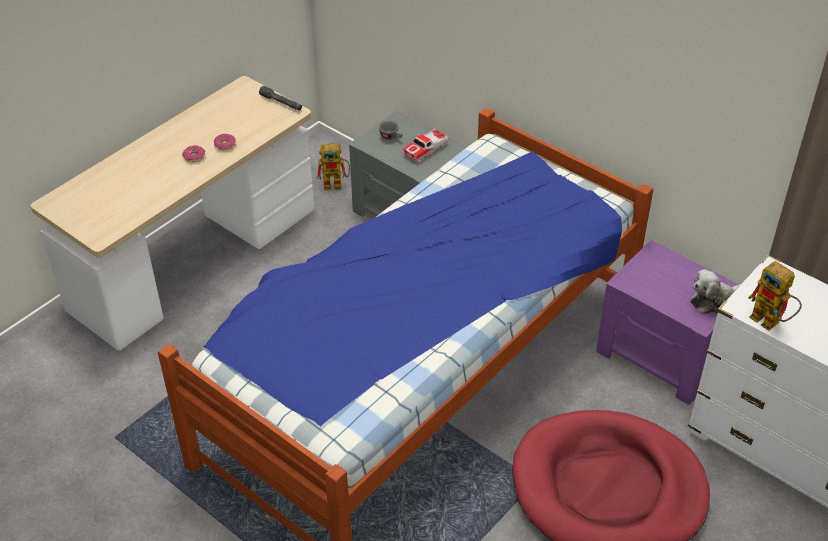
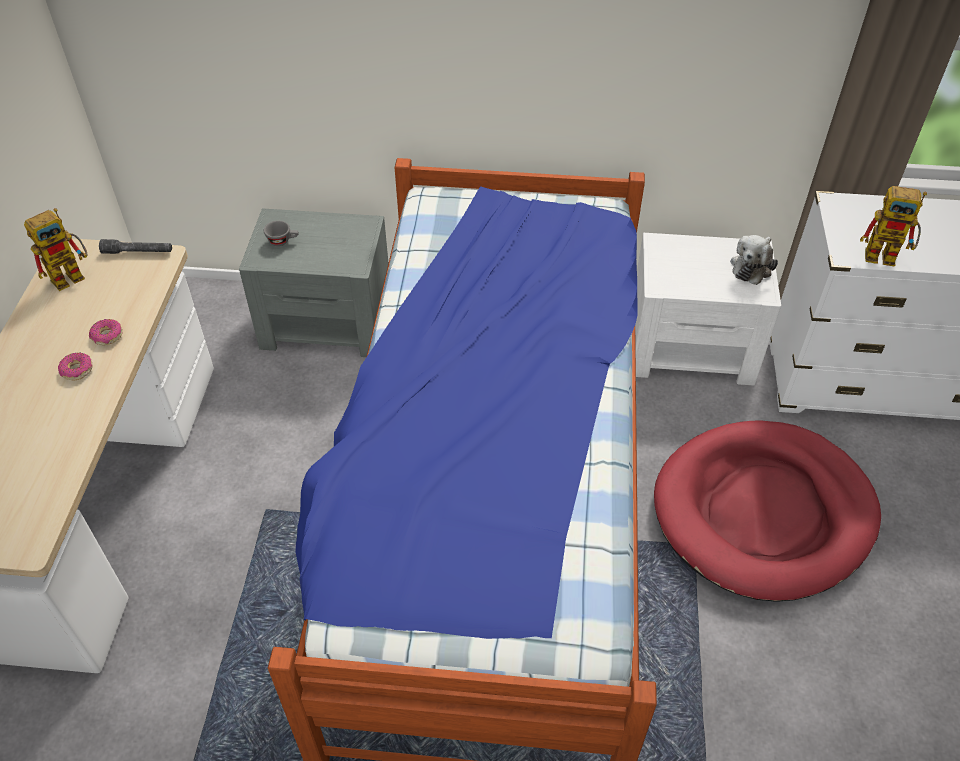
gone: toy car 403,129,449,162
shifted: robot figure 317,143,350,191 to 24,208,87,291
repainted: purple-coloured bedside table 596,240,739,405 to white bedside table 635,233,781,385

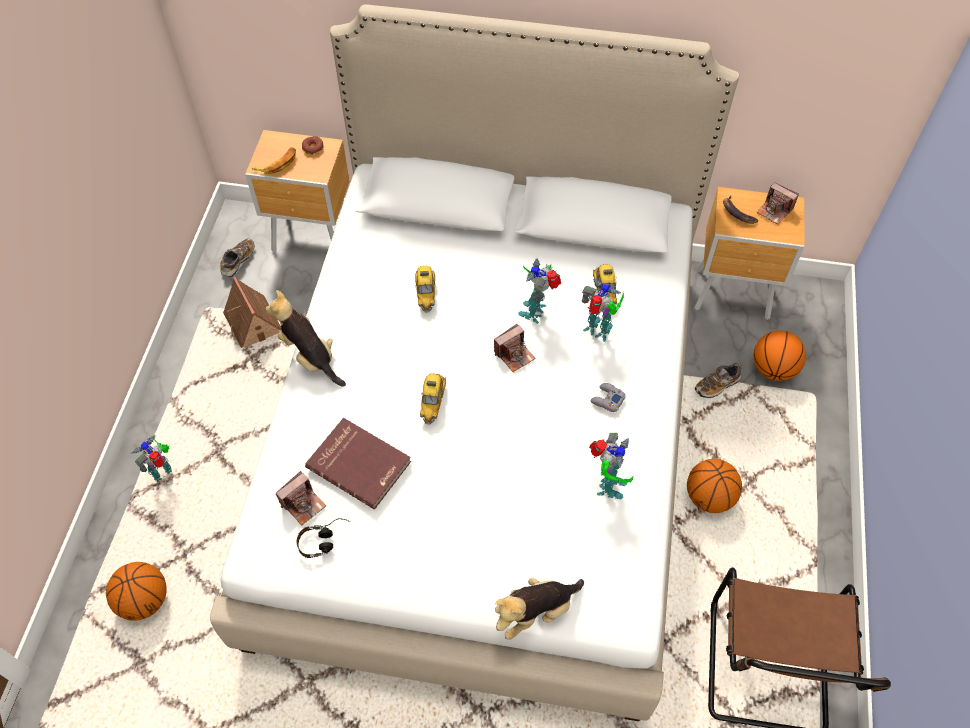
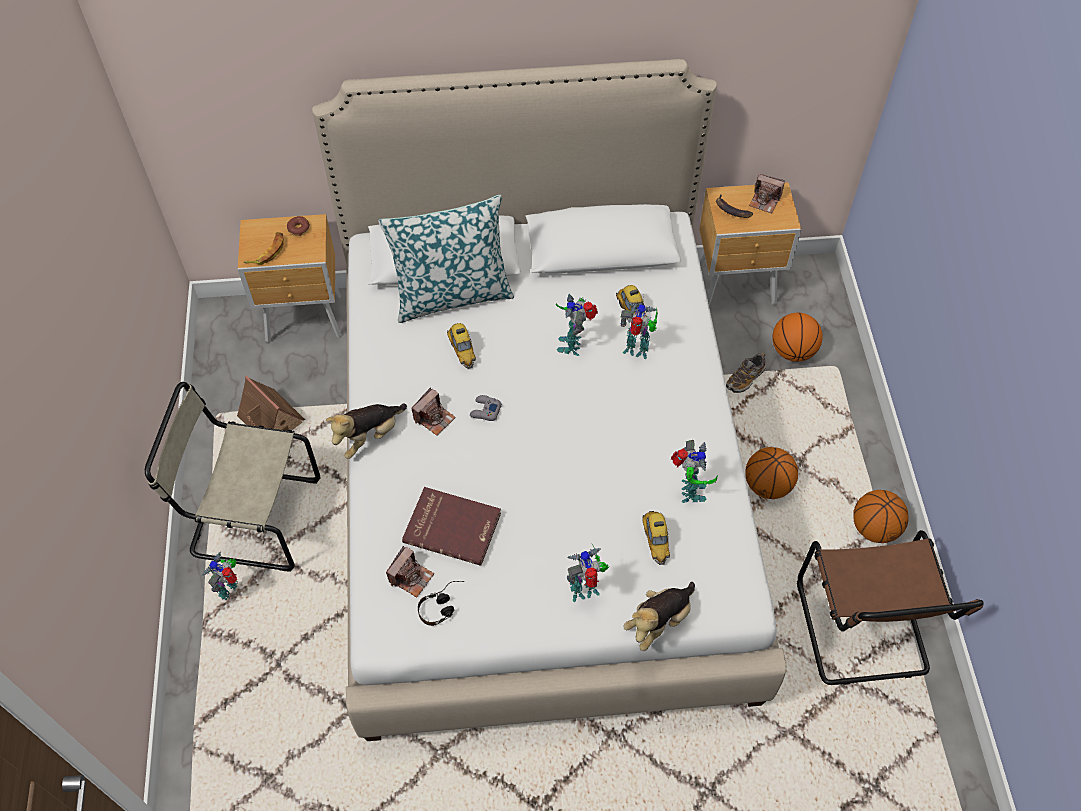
gone: shoe 220,238,255,277
new: beige-coloured plain chair 145,382,320,572; cushion 378,195,514,323; robot figure 567,544,609,602
shifted: photo camera 494,324,536,372 to 411,388,456,435; greyish game controller 591,383,626,412 to 470,395,502,421; toy car 420,374,446,425 to 642,511,670,565; basketball 106,562,167,621 to 853,490,908,543
rotated: plush toy 266,290,346,387 = 326,403,407,459 75 degrees counterclockwise

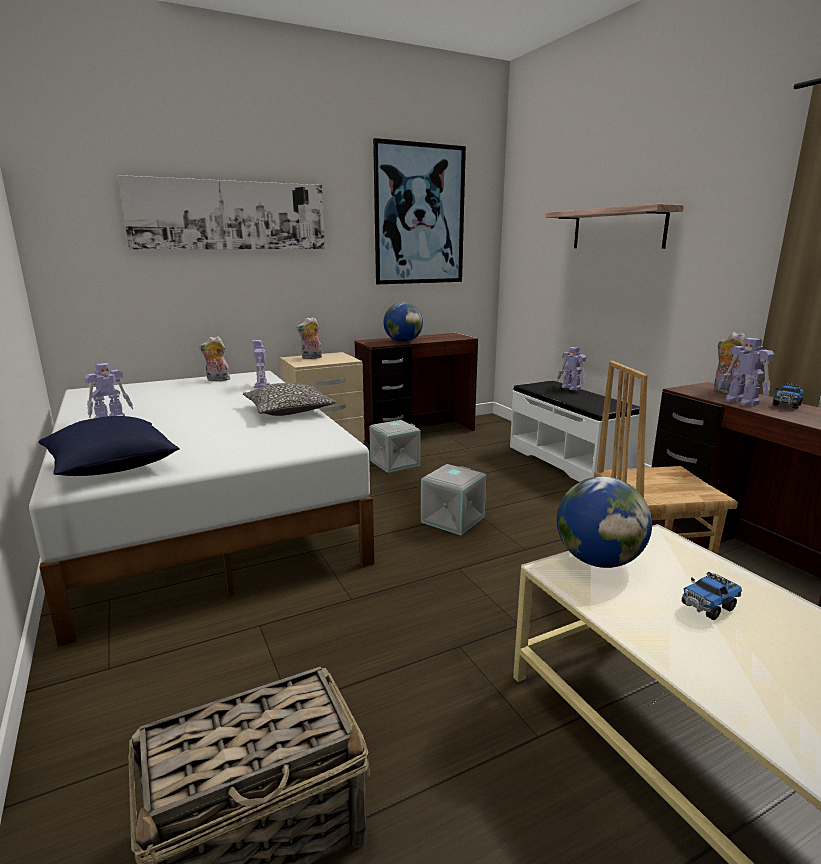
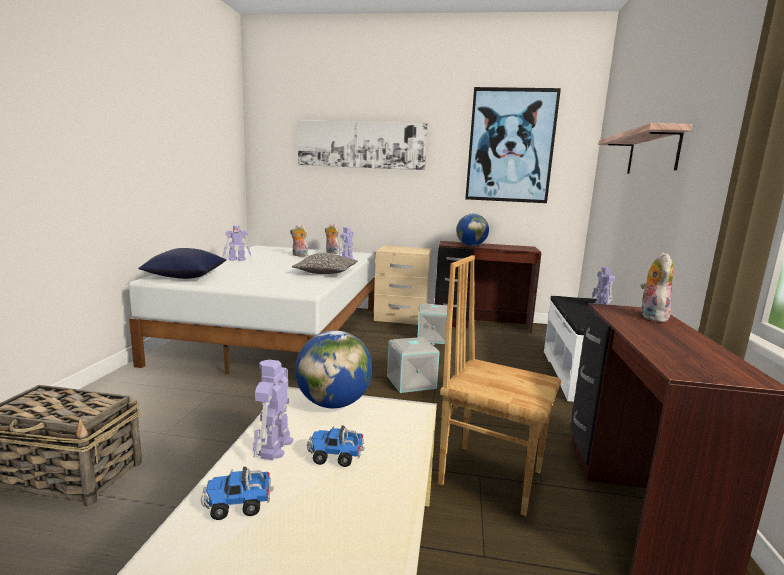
shifted: toy lorry 773,383,804,409 to 201,467,274,520; robot figure 718,338,774,406 to 253,360,293,460; plush toy 296,317,322,359 to 290,224,309,256

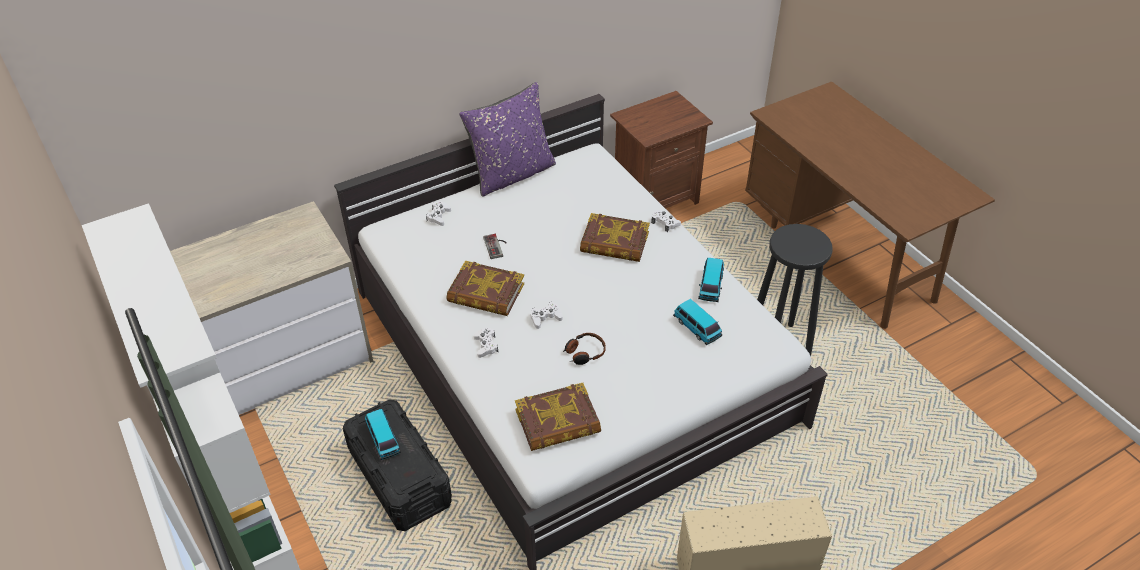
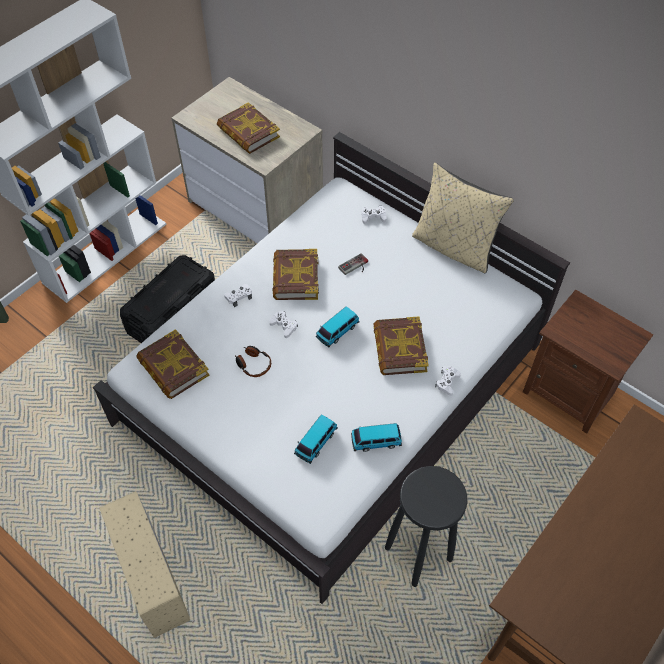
new: bound book 217,102,280,154
shifted: toy car 365,409,401,460 to 316,307,360,348
repainted: purple-coloured cushion 459,82,556,196 to beige-coloured cushion 412,163,514,274

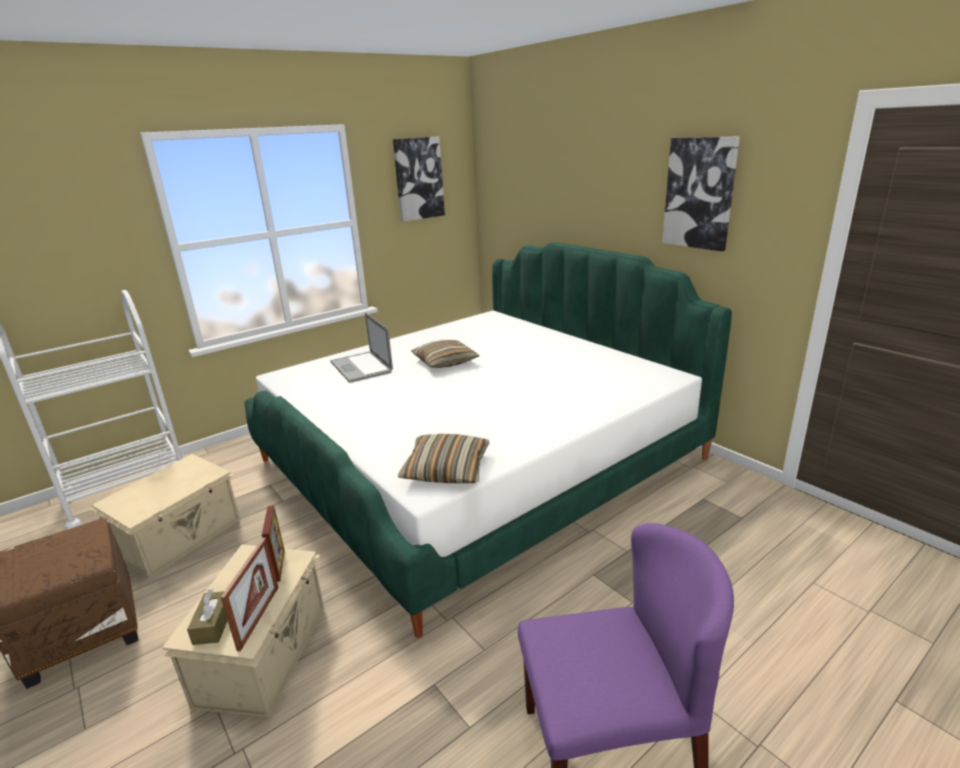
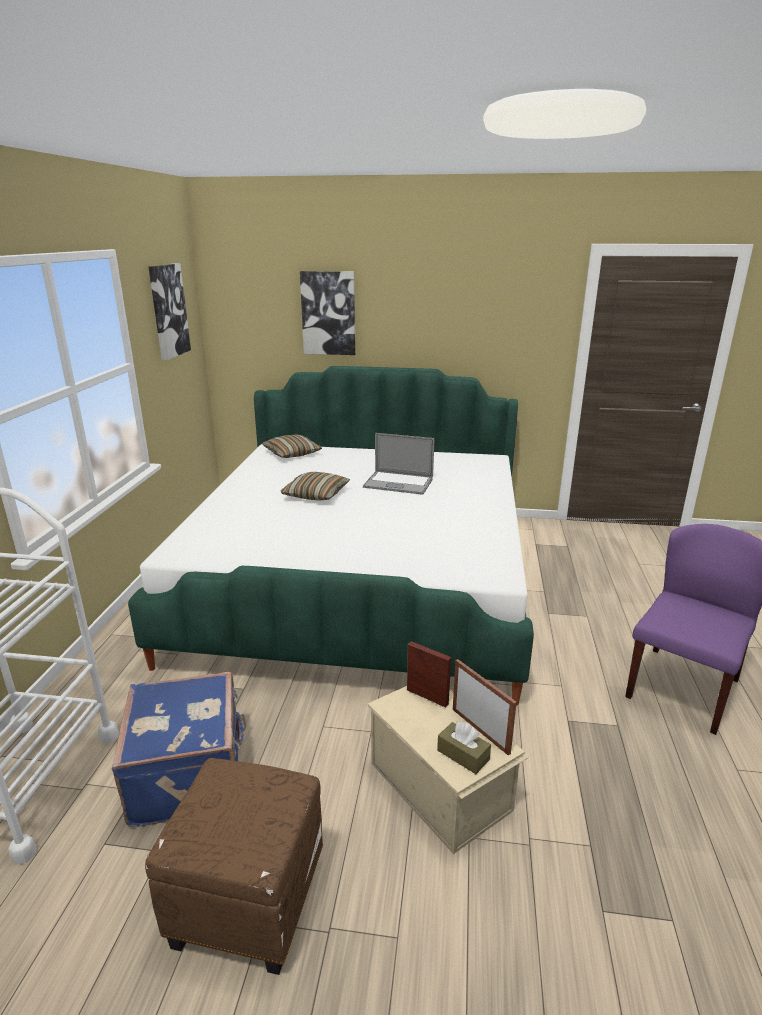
shifted: cushion 398,434,489,483 to 262,434,322,458; picture 662,136,740,251 to 300,271,355,355; laptop 330,313,393,383 to 363,433,434,495
swapped: beige-coloured storage bin 92,454,240,579 to blue-coloured piece of luggage 112,672,247,827

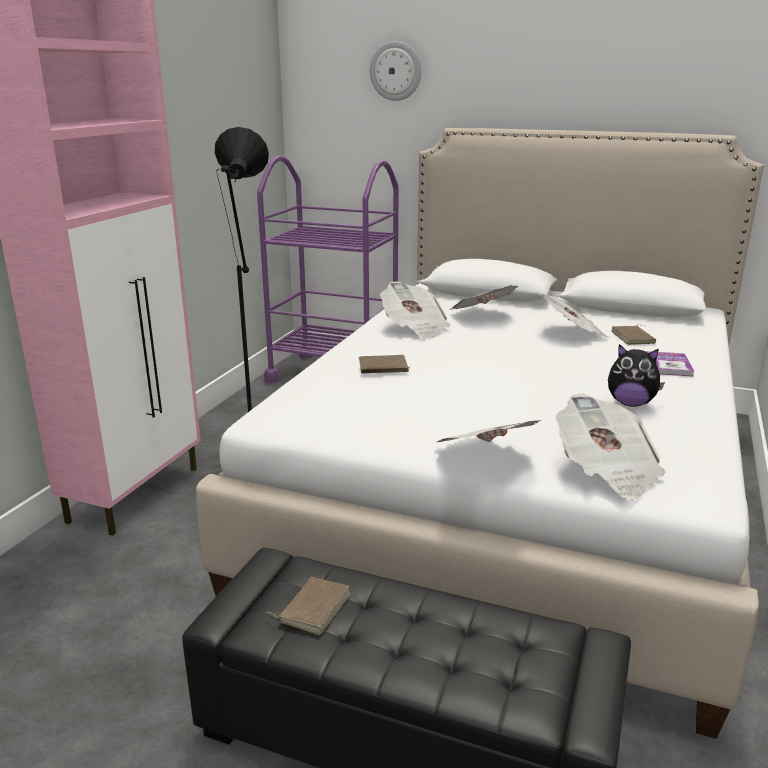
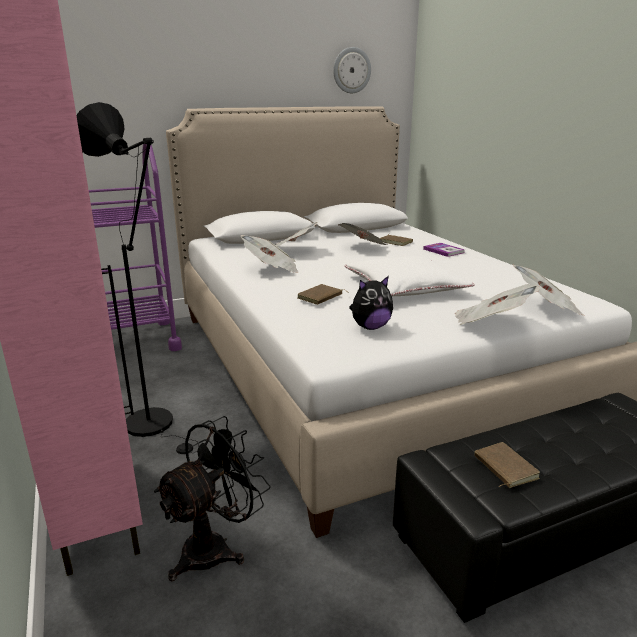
new: black cooling fan 154,416,271,582; white cushion 345,256,474,296
shifted: wall clock 370,41,422,101 to 333,47,371,93; plush toy 608,344,665,407 to 349,276,393,330

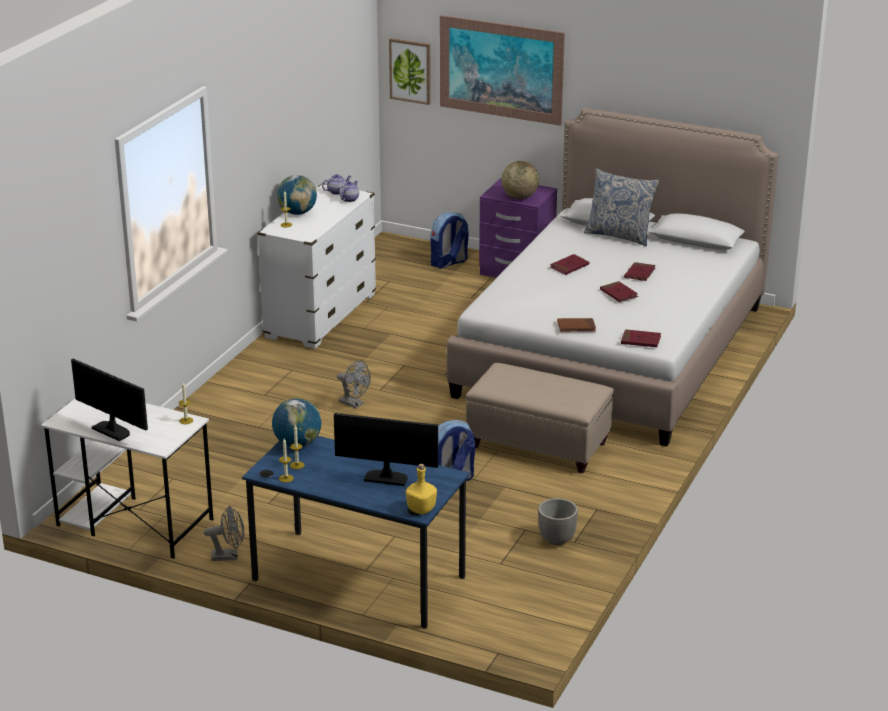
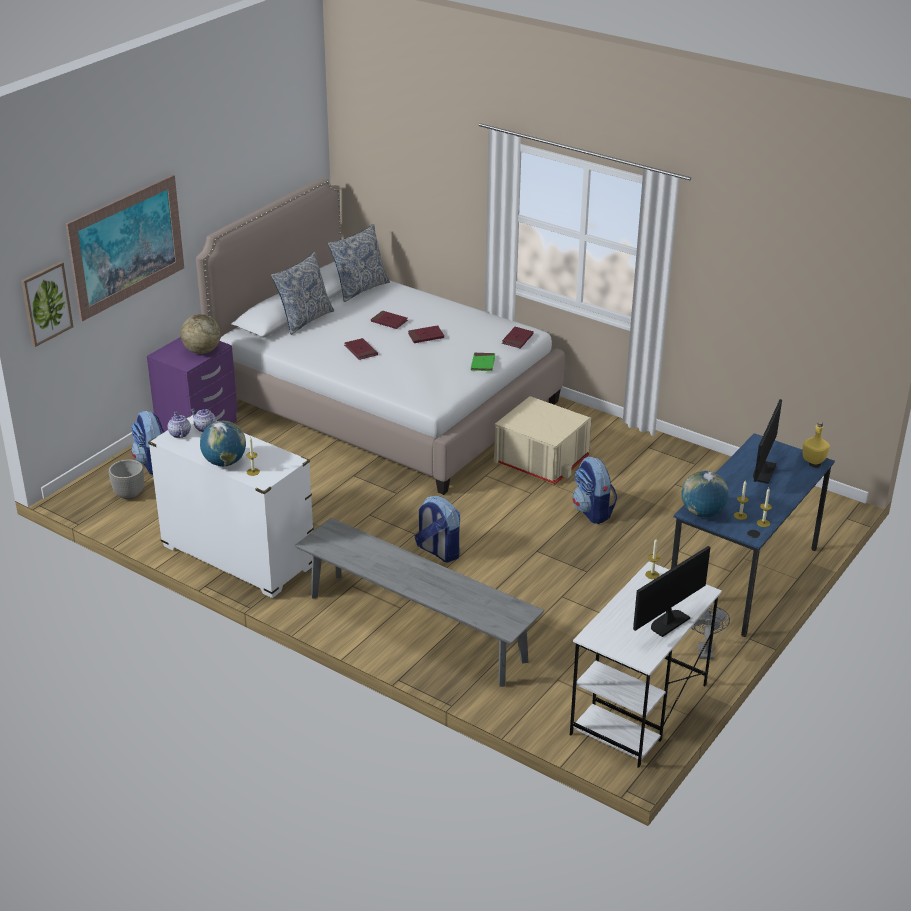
new: greyish bench 295,518,544,687; cushion 328,224,390,302
shifted: planter 538,498,578,545 to 109,459,144,499
swapped: greyish cooling fan 337,360,371,408 to knapsack 414,496,460,562; beige-coloured pouffe 466,363,614,473 to beige-coloured storage bin 494,396,591,484
repainted: brown bound book 557,318,596,332 to greenish bound book 471,353,495,371

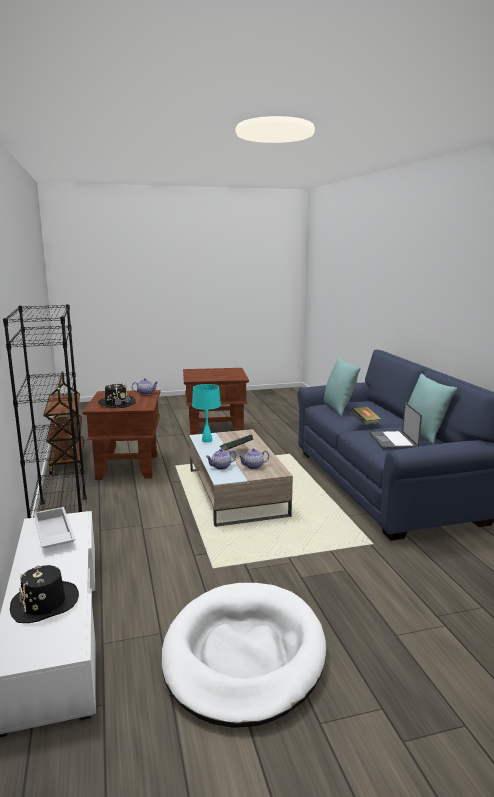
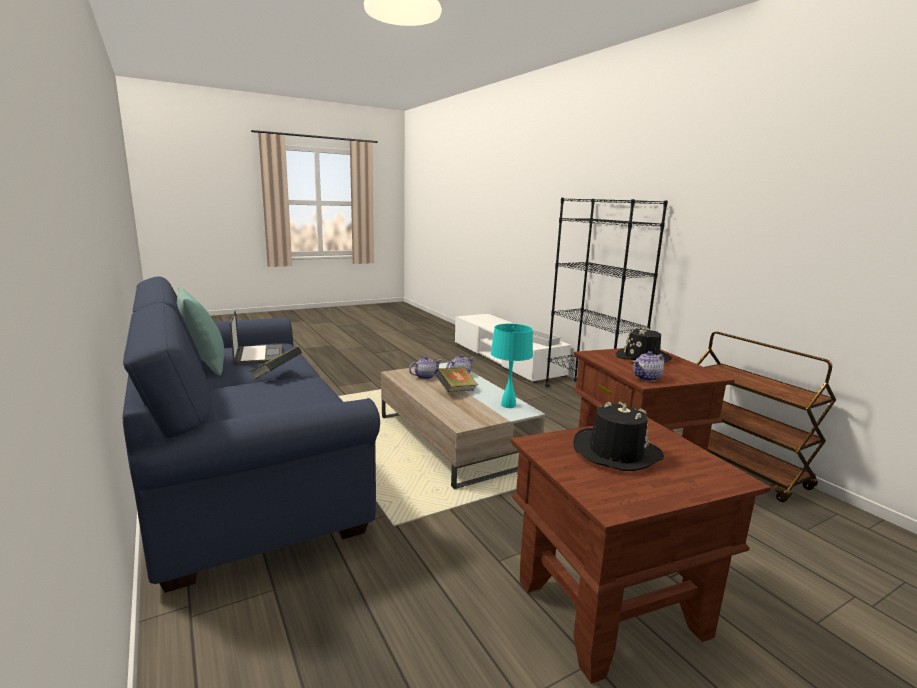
gone: white pet bed 161,583,326,728; turquoise-coloured cushion 324,357,361,416
shifted: black wearable hat 10,565,79,623 to 573,402,664,471

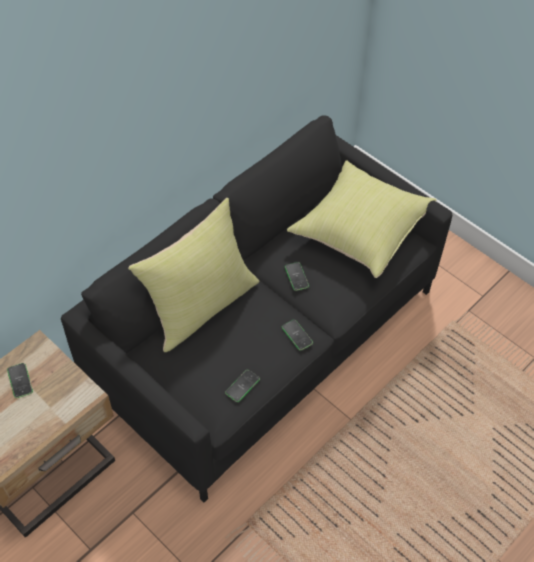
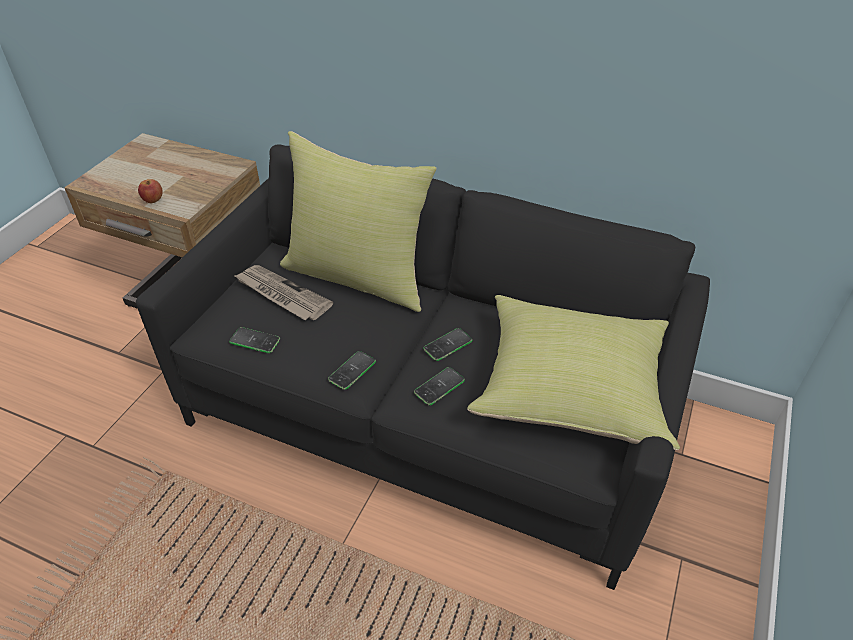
new: apple 138,179,163,203; newspaper 233,265,333,320
shifted: telephone 7,363,33,398 to 414,367,465,405

